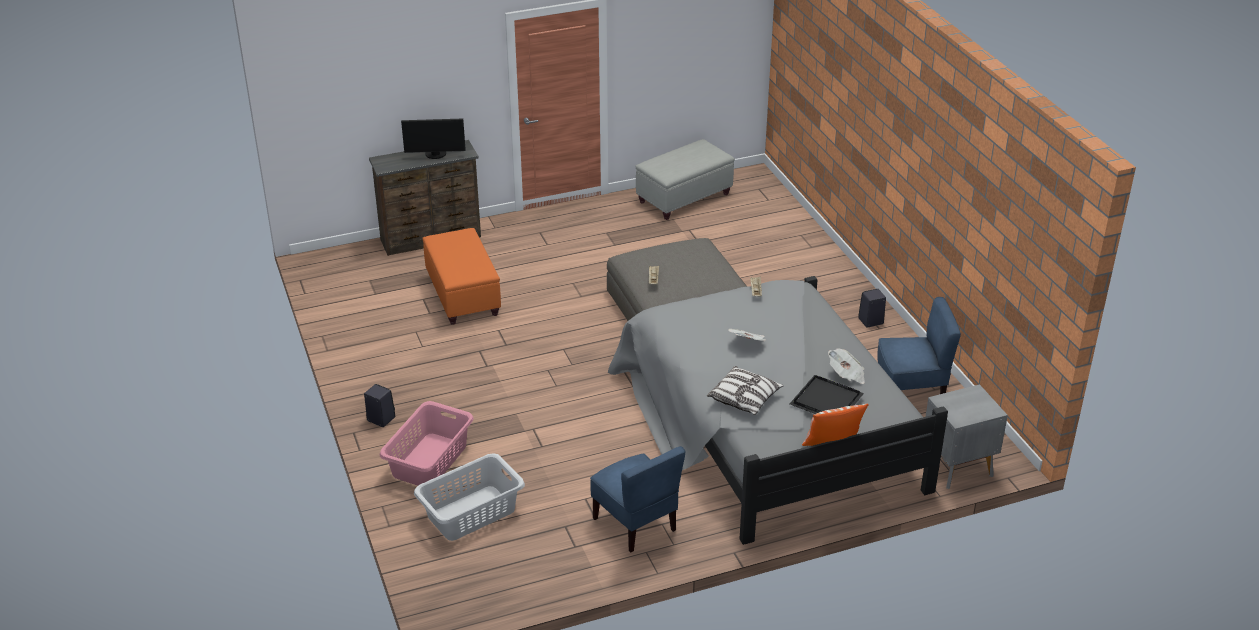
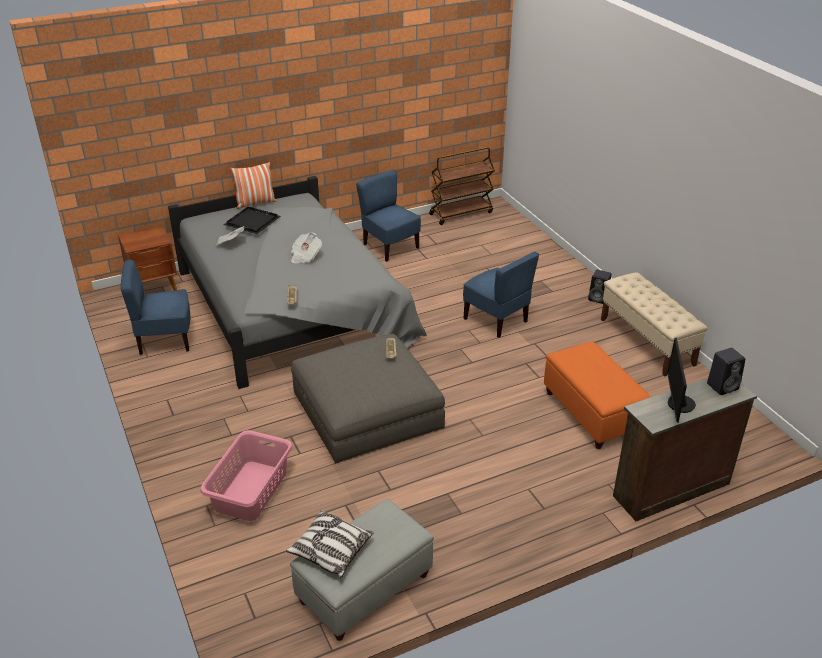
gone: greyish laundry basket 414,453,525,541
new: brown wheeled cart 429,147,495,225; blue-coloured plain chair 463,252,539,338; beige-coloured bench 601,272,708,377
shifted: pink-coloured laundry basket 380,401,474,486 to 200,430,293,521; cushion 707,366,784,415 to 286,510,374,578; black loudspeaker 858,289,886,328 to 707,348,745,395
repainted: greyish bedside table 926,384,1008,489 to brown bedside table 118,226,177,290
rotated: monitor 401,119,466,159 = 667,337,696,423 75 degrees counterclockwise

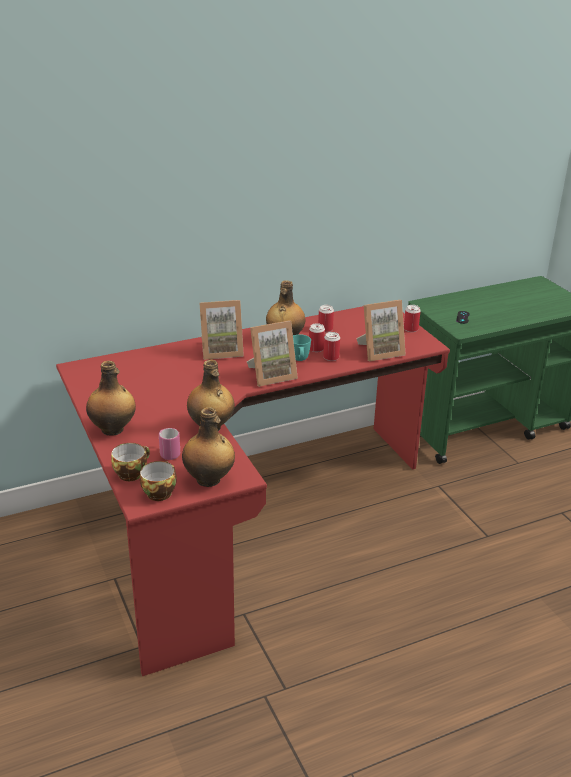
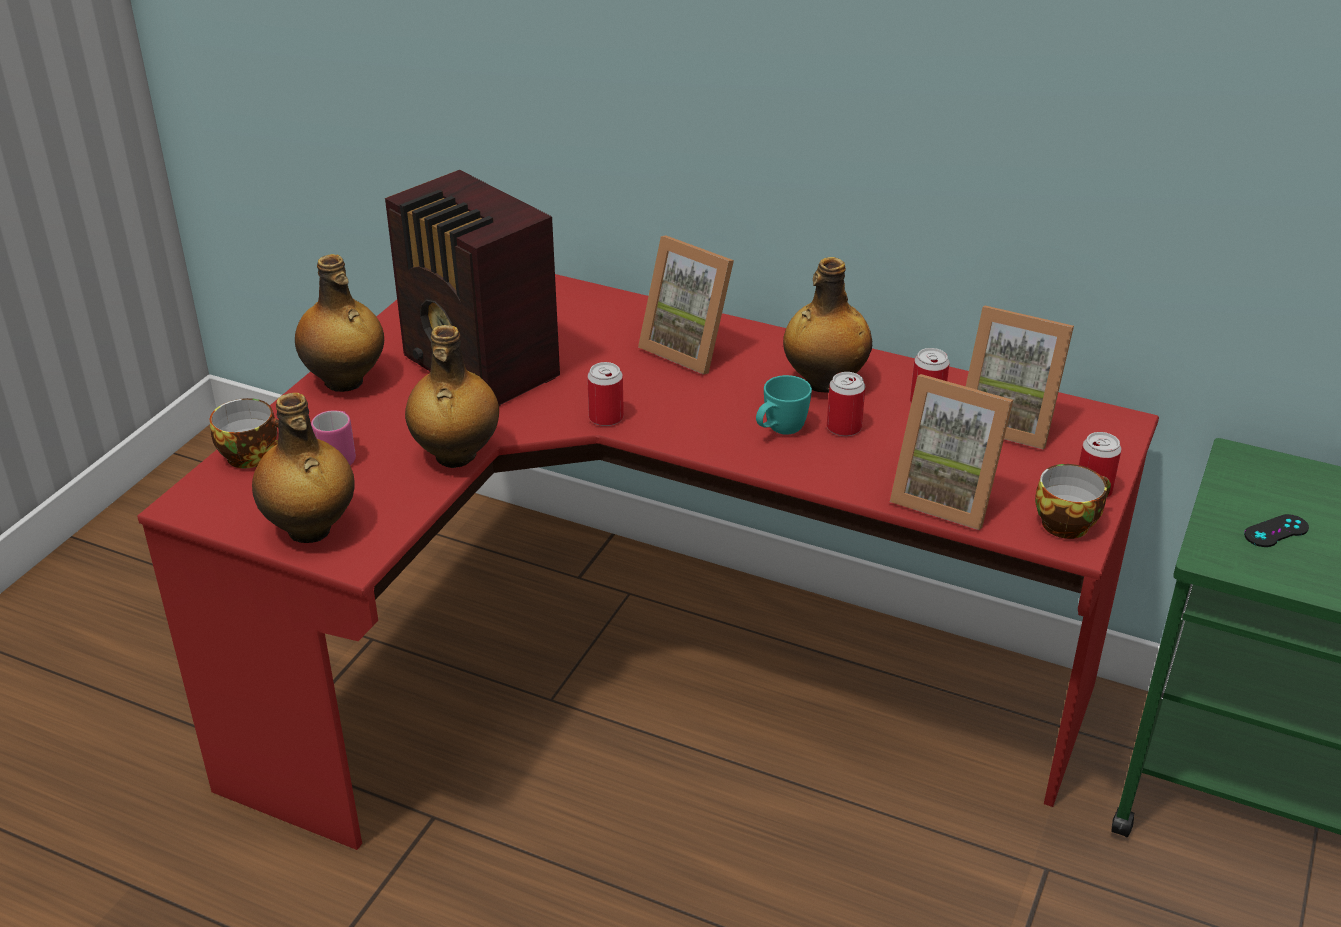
new: radio receiver 385,170,560,406
shifted: metal can 323,332,340,361 to 587,362,624,426; photo frame 247,320,298,387 to 966,306,1074,450; cup 140,461,176,501 to 1035,464,1111,539

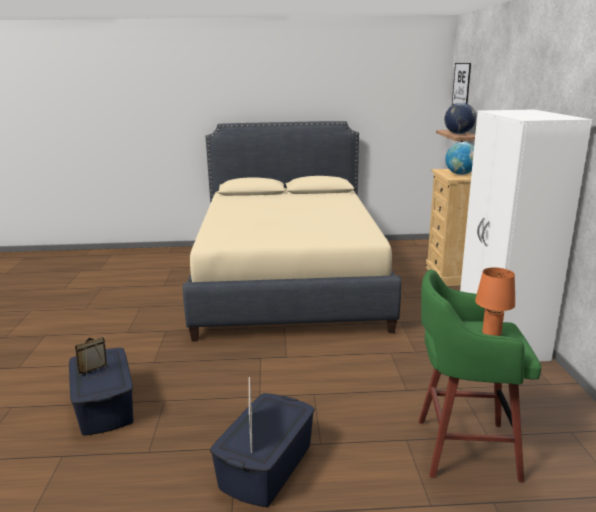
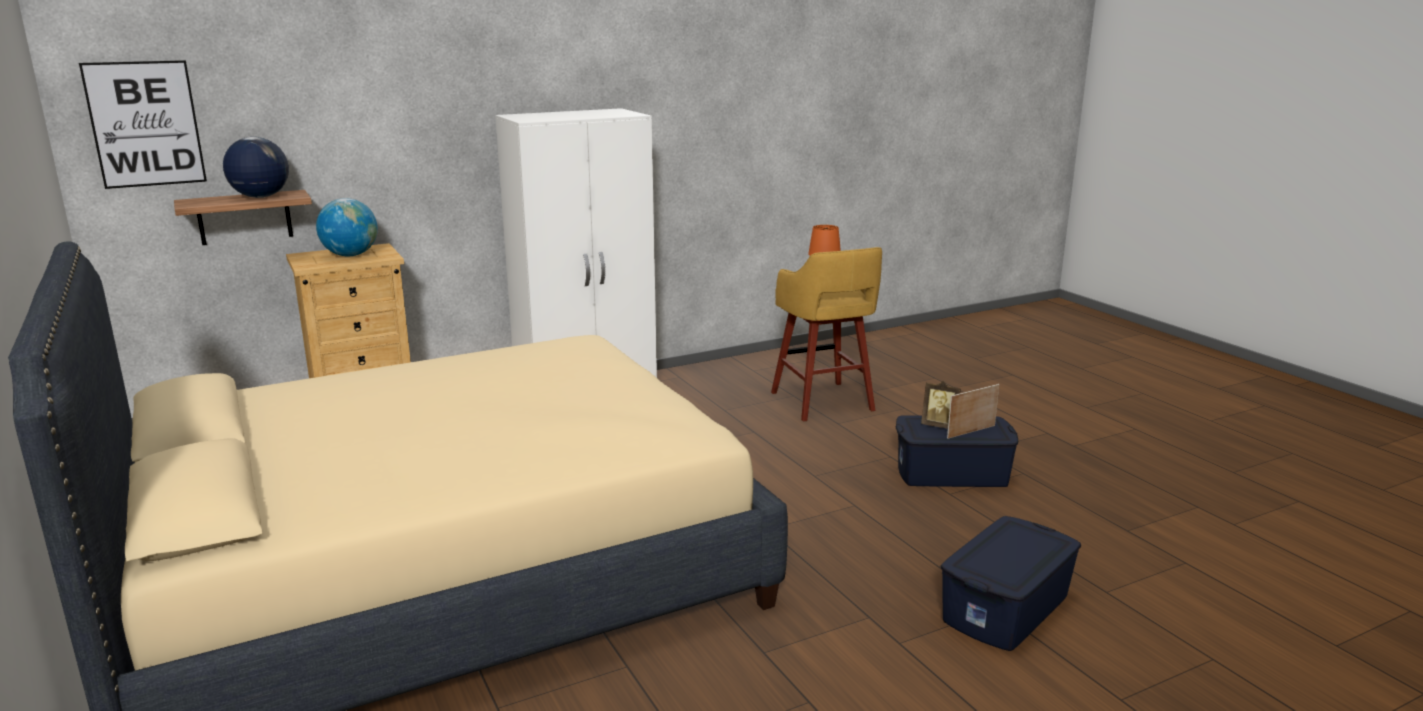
shifted: photo frame 75,337,108,380 to 921,381,961,429
repainted: greenish stool 419,269,542,482 to yellow stool 771,247,882,422

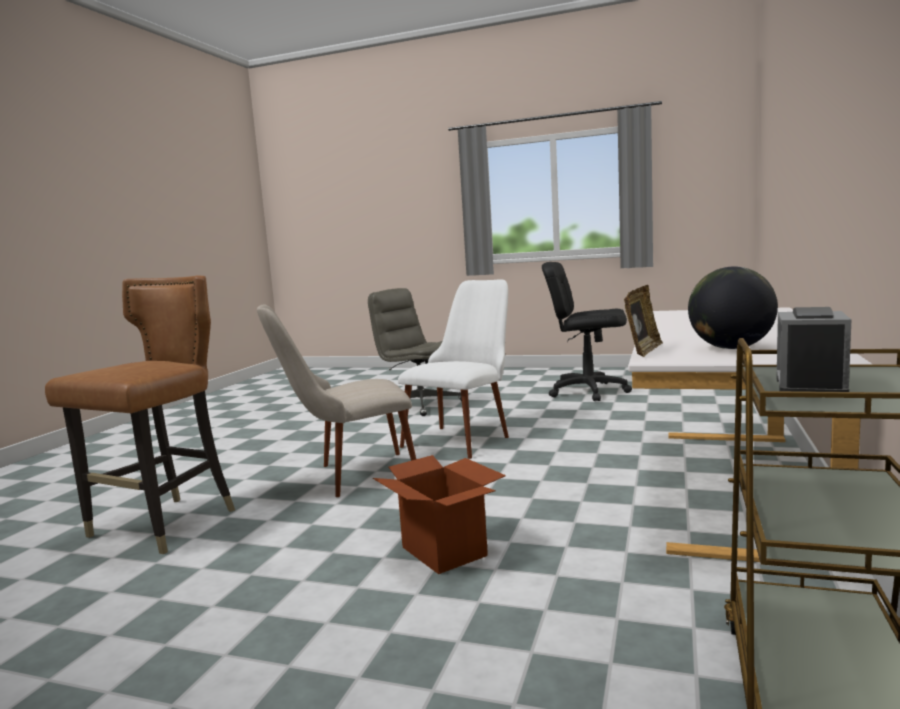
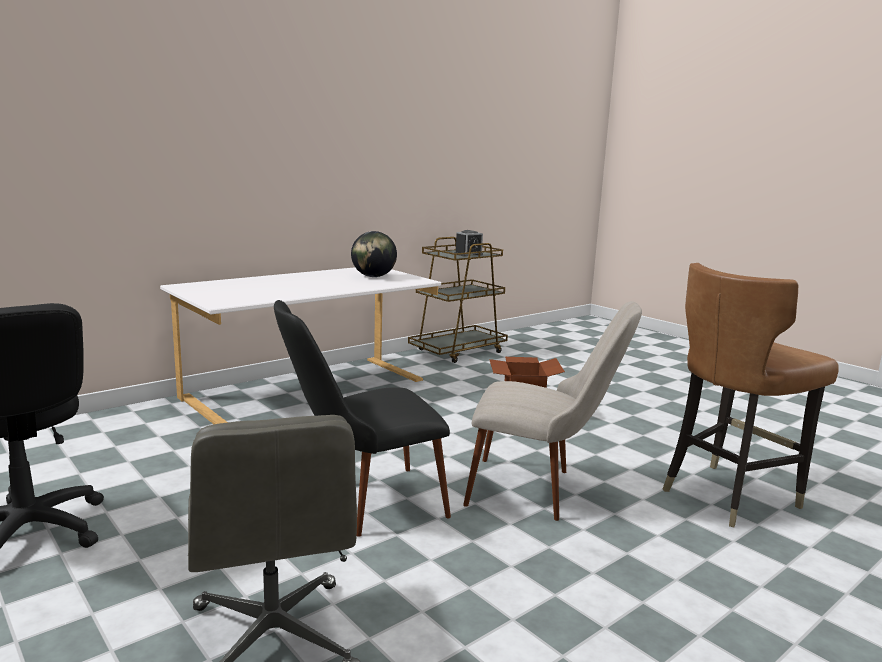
gone: photo frame 624,285,663,357
repainted: white plain chair 398,279,509,459 to black plain chair 274,300,451,537

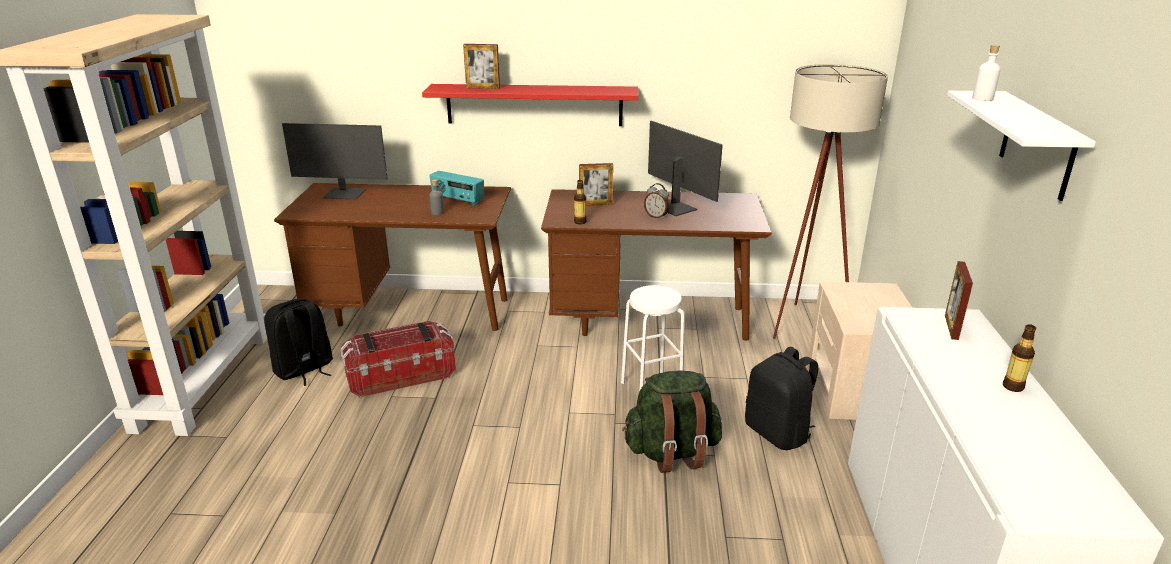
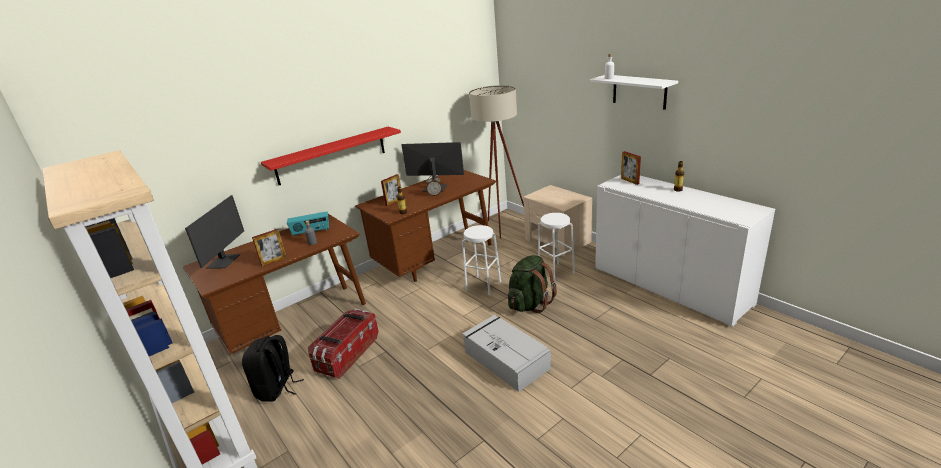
new: greyish storage bin 462,315,551,392
shifted: photo frame 463,44,500,89 to 252,229,287,267
swapped: black knapsack 745,347,818,450 to white stool 538,213,575,282
rotated: monitor 282,123,388,199 = 185,195,244,269 45 degrees counterclockwise

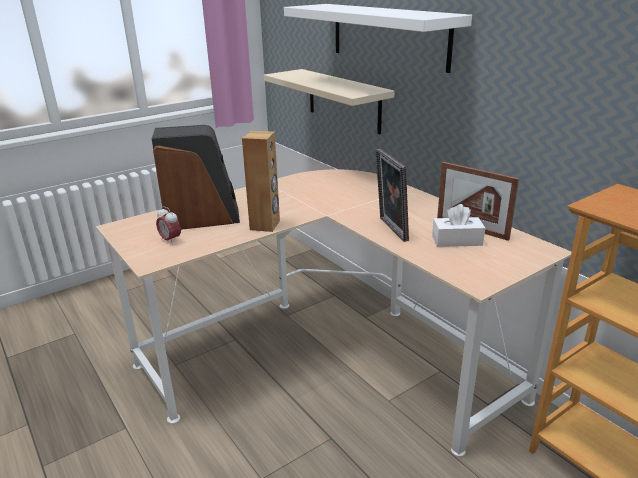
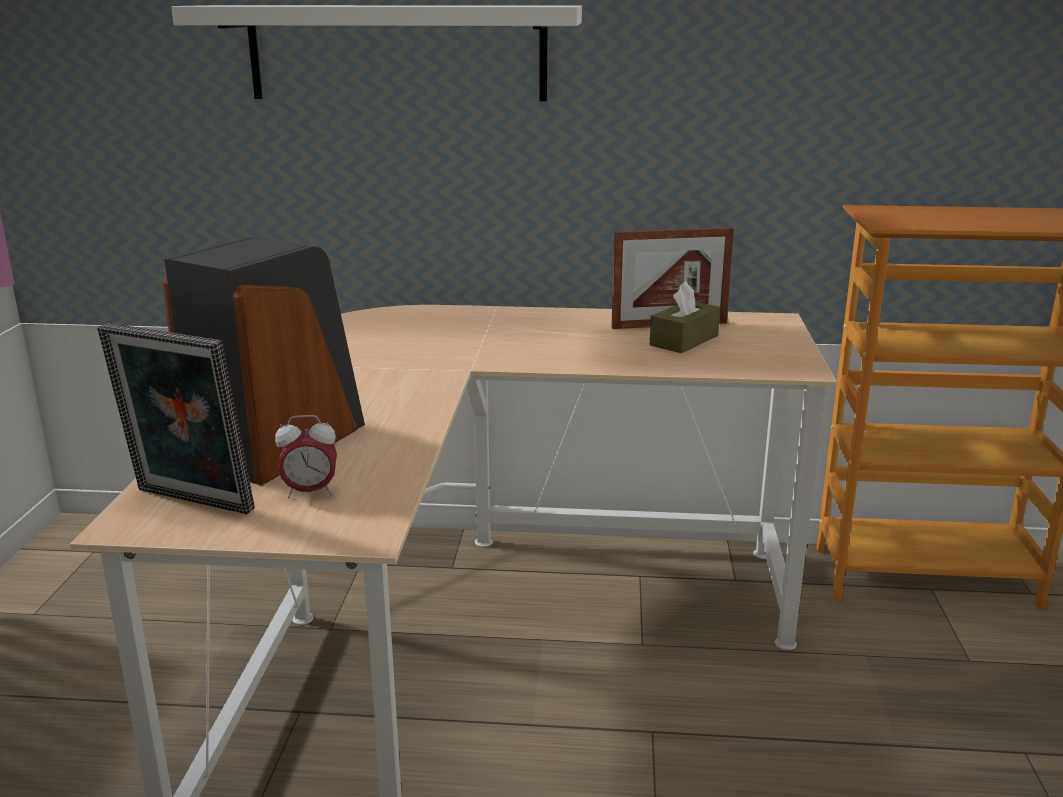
gone: brown loudspeaker 242,131,280,232; beige-coloured shelf 264,69,394,134
shifted: photo frame 376,149,409,242 to 97,323,255,514
repainted: white tissue holder 432,204,485,247 to brown tissue holder 650,281,720,353

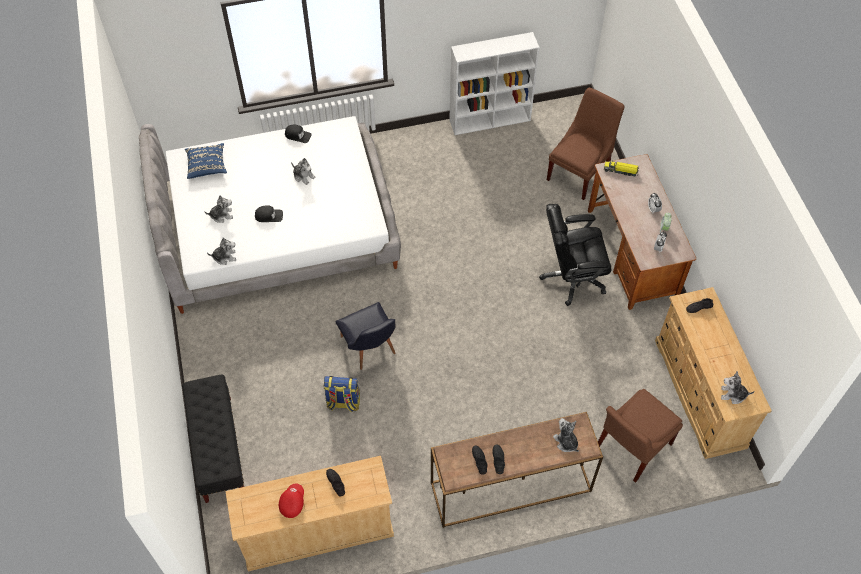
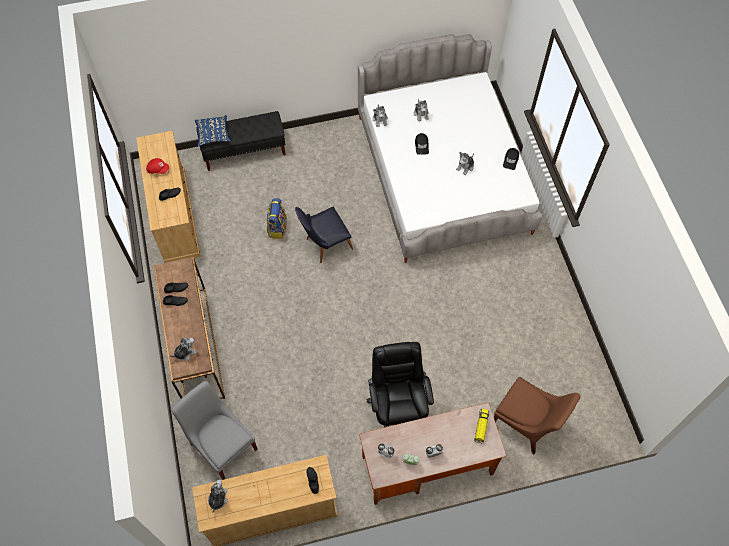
gone: white shelving unit 449,32,539,135
shifted: blue-coloured cushion 185,143,227,179 to 195,115,231,146
repainted: brown plain chair 598,389,683,483 to greyish plain chair 171,381,258,480

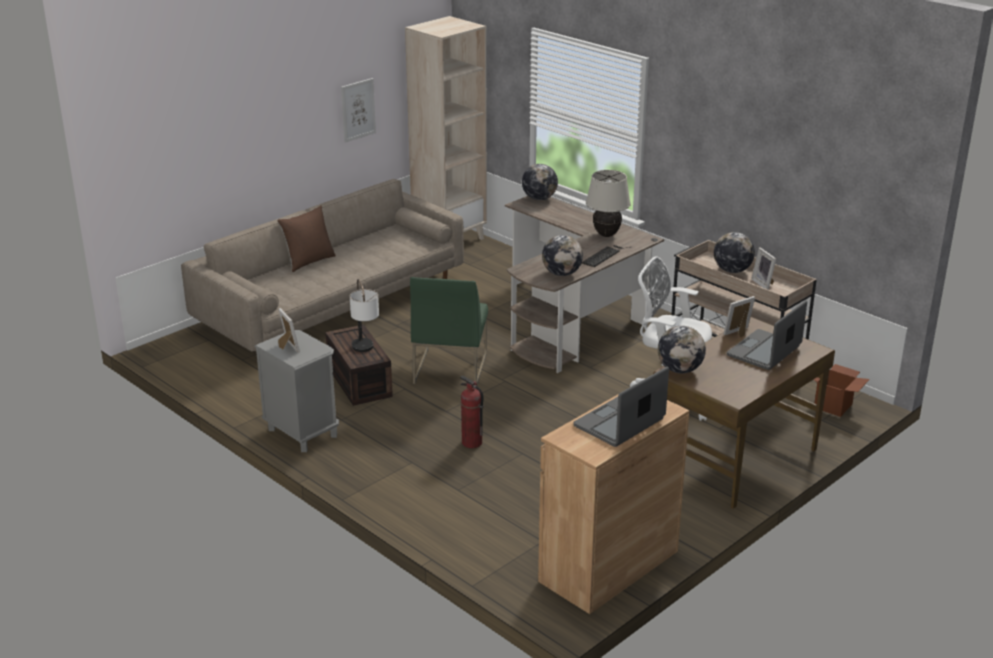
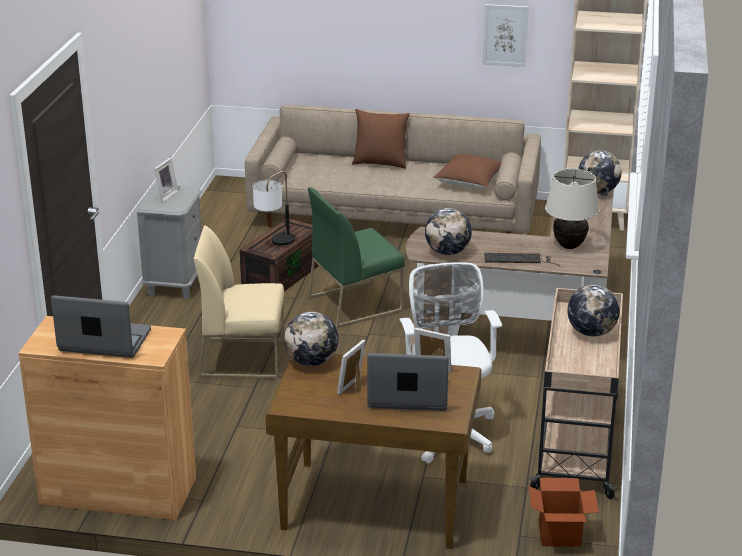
new: brown cushion 434,154,501,189
shifted: photo frame 751,248,776,290 to 337,340,365,395
swapped: fire-fighting cylinder 460,375,484,448 to beige-coloured plain chair 193,226,284,379

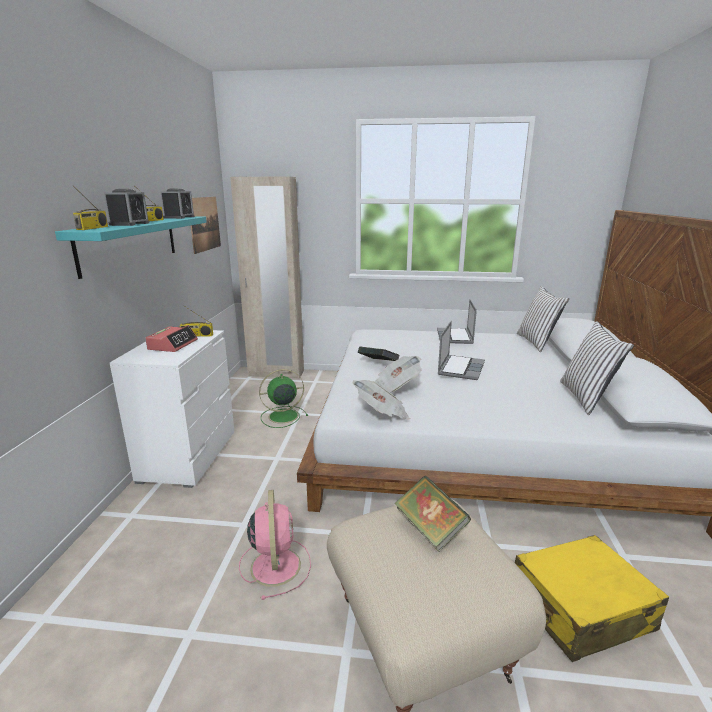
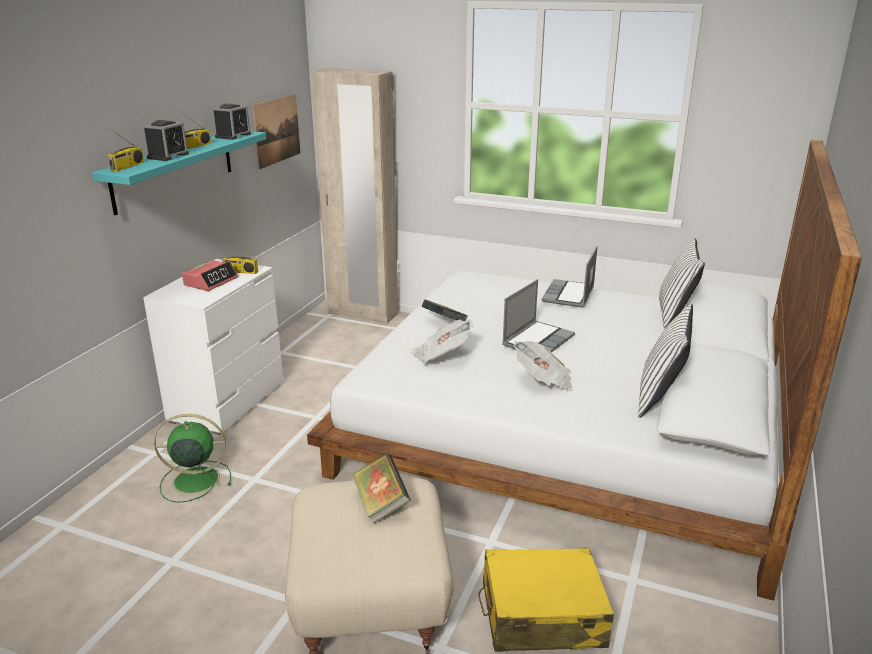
gone: pink-coloured cooling fan 239,490,311,600
shifted: greenish cooling fan 259,369,308,428 to 154,414,231,503; newspaper 352,380,410,419 to 514,341,573,391

